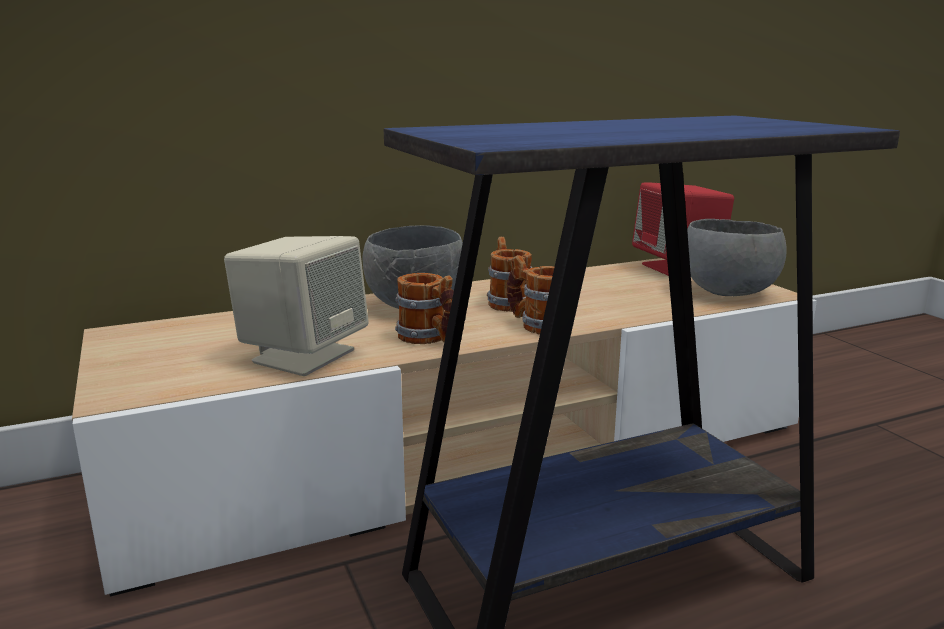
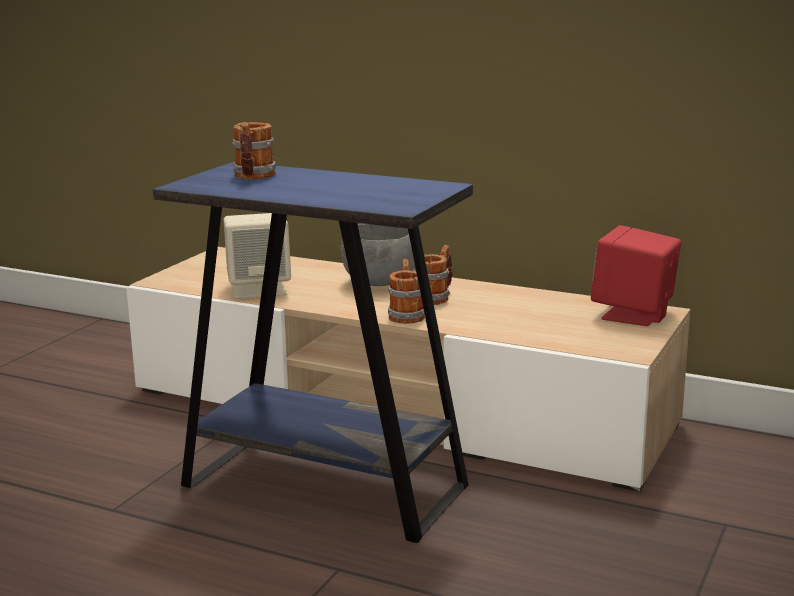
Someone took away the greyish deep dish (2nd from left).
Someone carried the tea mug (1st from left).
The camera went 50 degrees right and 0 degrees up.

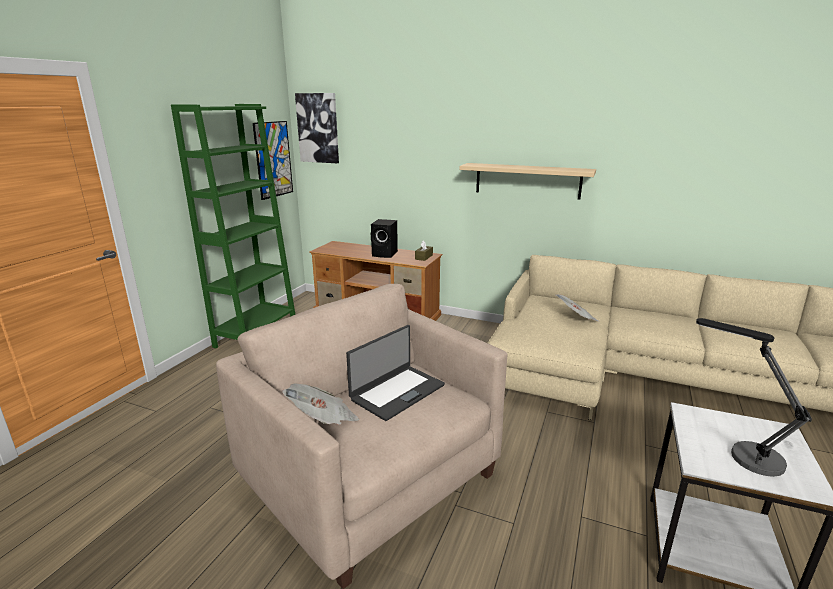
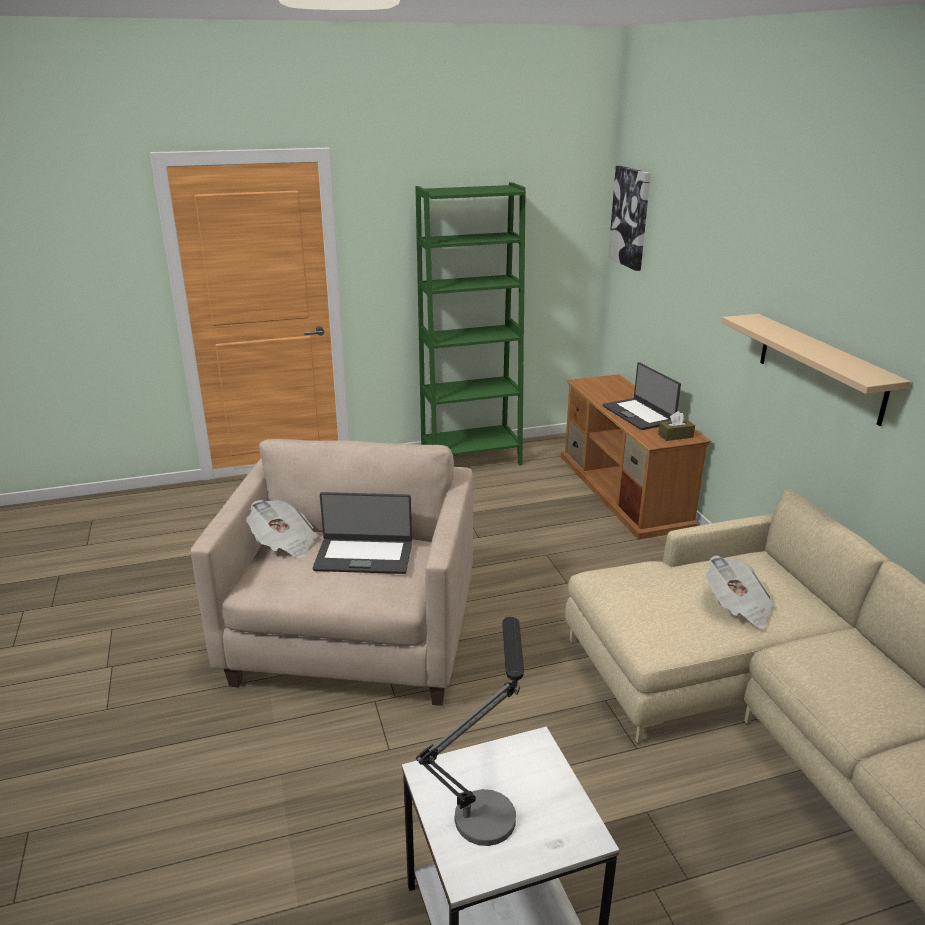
Someone took away the picture (1st from left).
Someone swapped the black-coloured speaker for the notebook computer (2nd from left).
The camera went 50 degrees right and 5 degrees up.

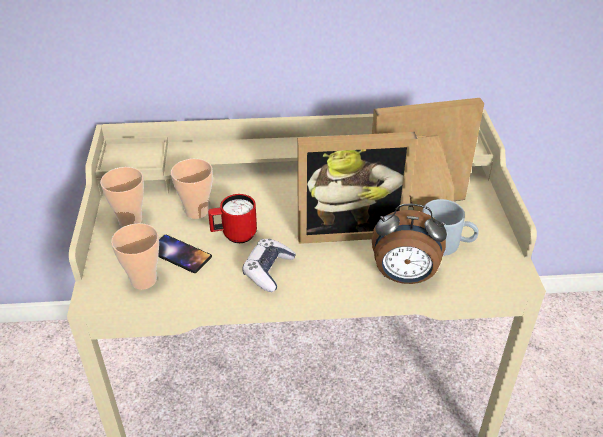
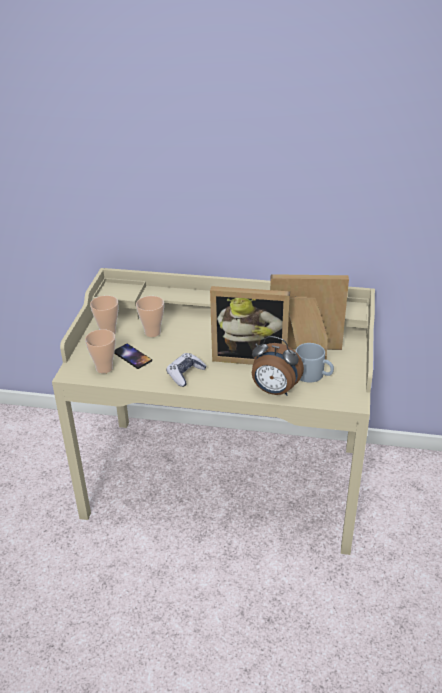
Someone took away the reddish tea mug.
The camera went 15 degrees right and 5 degrees down.

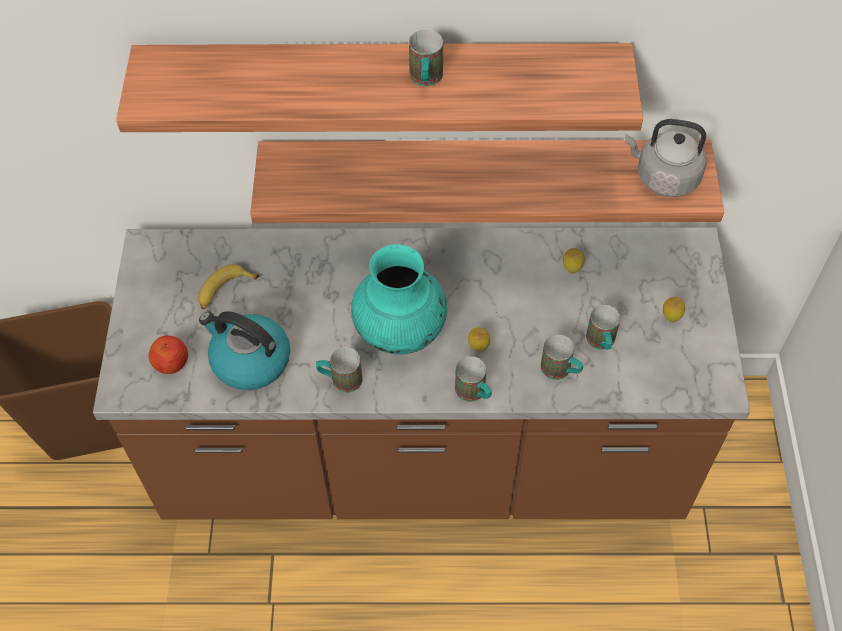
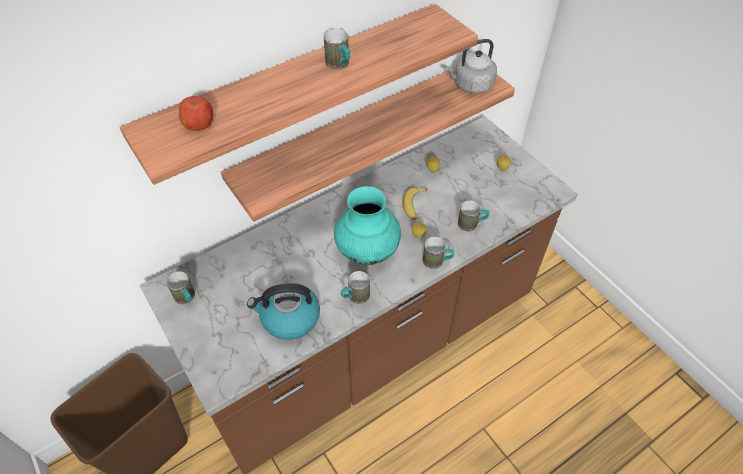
Someone carried the apple.
Someone carried the whole banana.
Someone carried the tea mug (5th from left in the first image).
The camera went 35 degrees left and 5 degrees down.

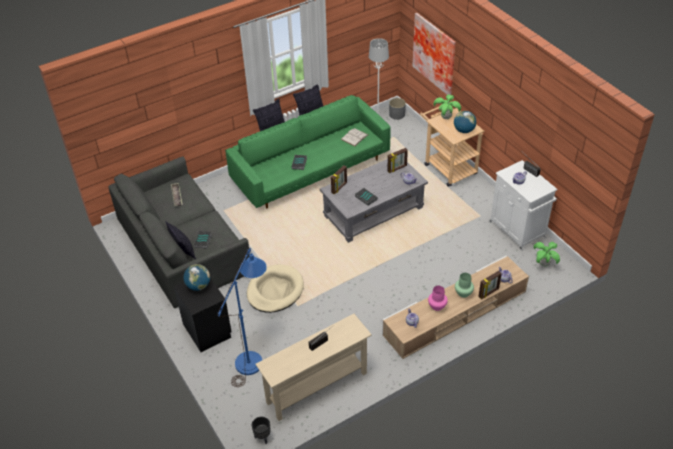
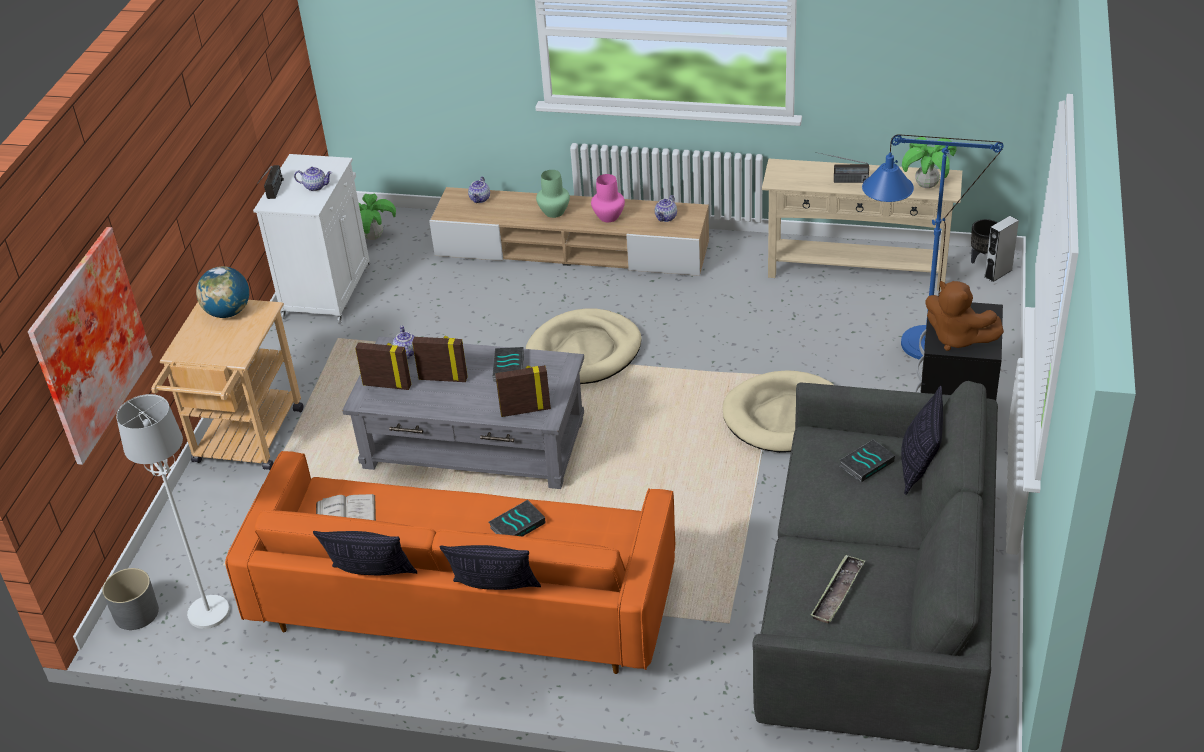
Someone put down the beige dog bed (1st from left).
Someone put down the greyish speaker.
Someone carried the houseplant (1st from left in the first image).
Someone carried the picture frame (3rd from left in the first image).
Someone swapped the desk globe (1st from left) for the brown plush toy.
Someone repainted the green settee, which became the orange settee.
The camera went 135 degrees left and 5 degrees down.

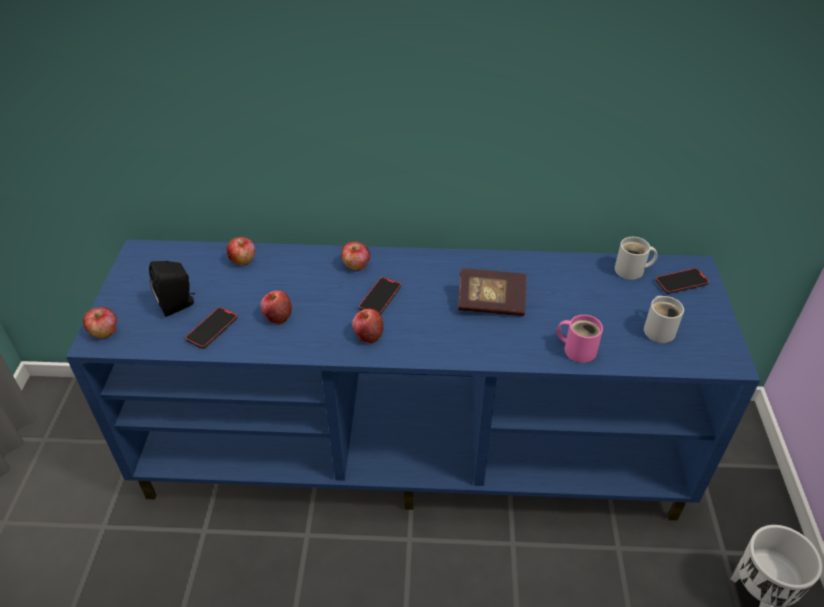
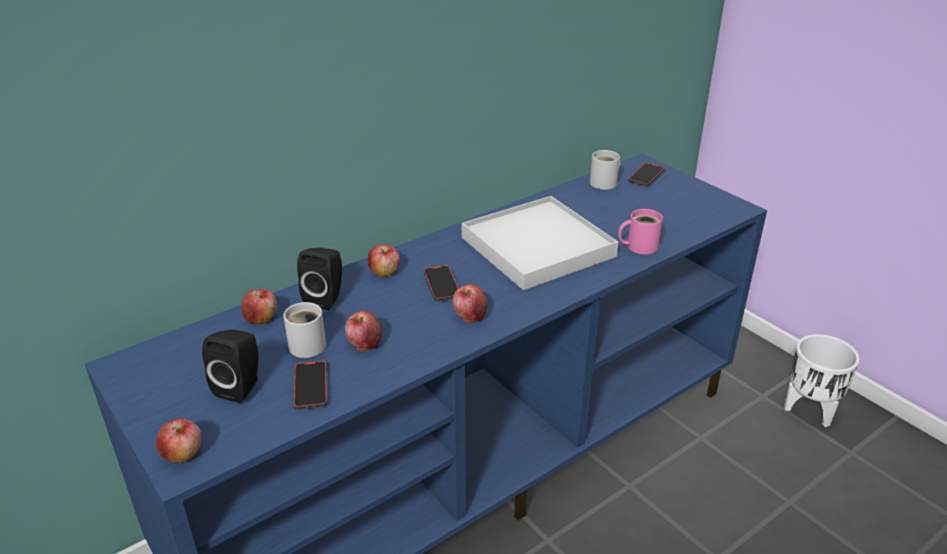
Someone put down the black-coloured speaker (2nd from left).
Someone carried the white tea mug (2nd from left in the first image).
Someone swapped the book for the white tray.
The camera went 40 degrees left and 10 degrees down.

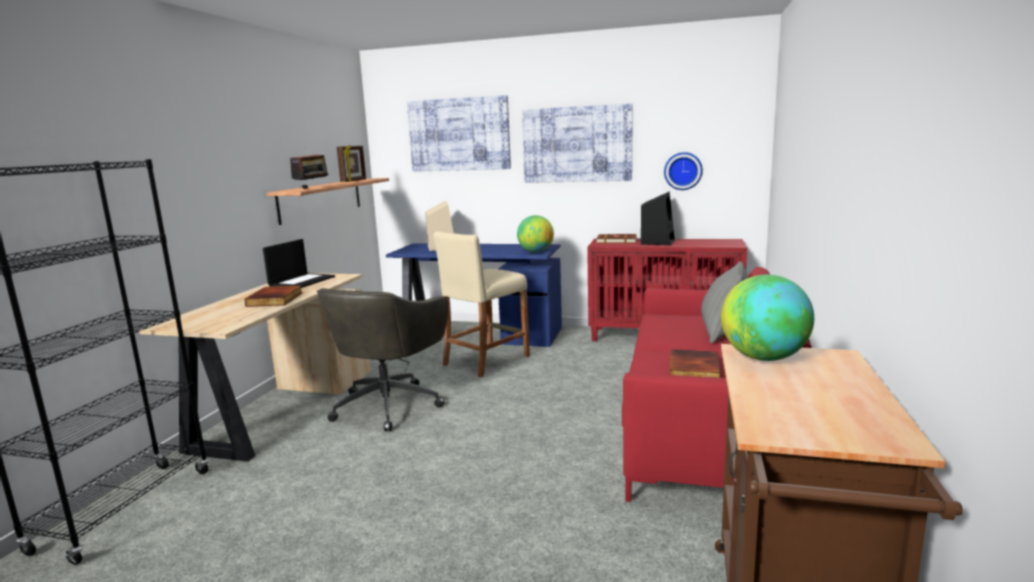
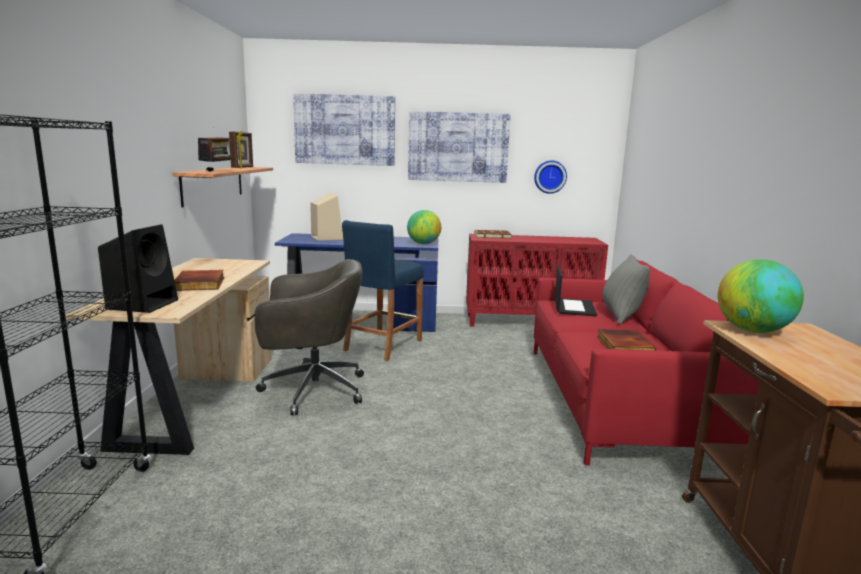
Someone carried the notebook computer.
Someone carried the black-coloured speaker.
Someone repainted the beige sitting stool, which became the bluish sitting stool.
Someone rotated the greyish office chair by 105 degrees counterclockwise.
The camera went 15 degrees left and 0 degrees up.

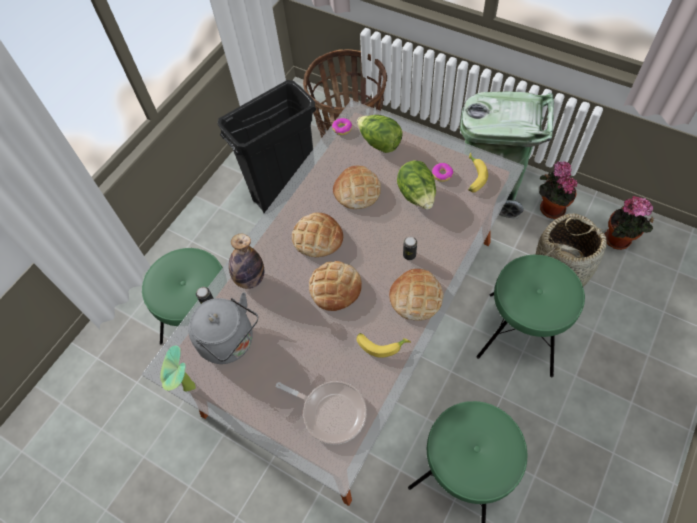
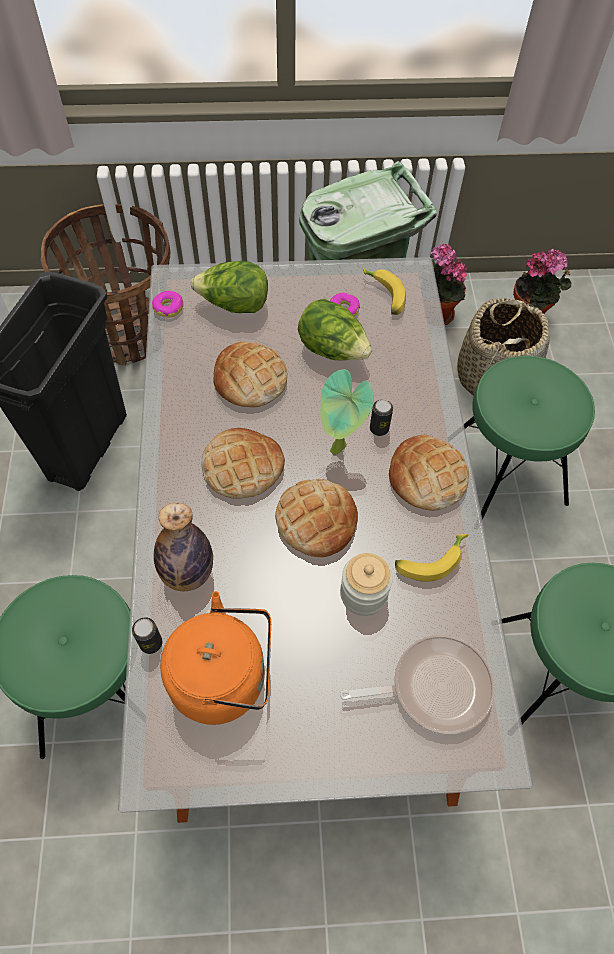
Someone put down the jar.
Someone carried the houseplant (1st from left).
Someone repainted the greyish tea kettle, which became the orange tea kettle.
The camera went 40 degrees left and 0 degrees up.

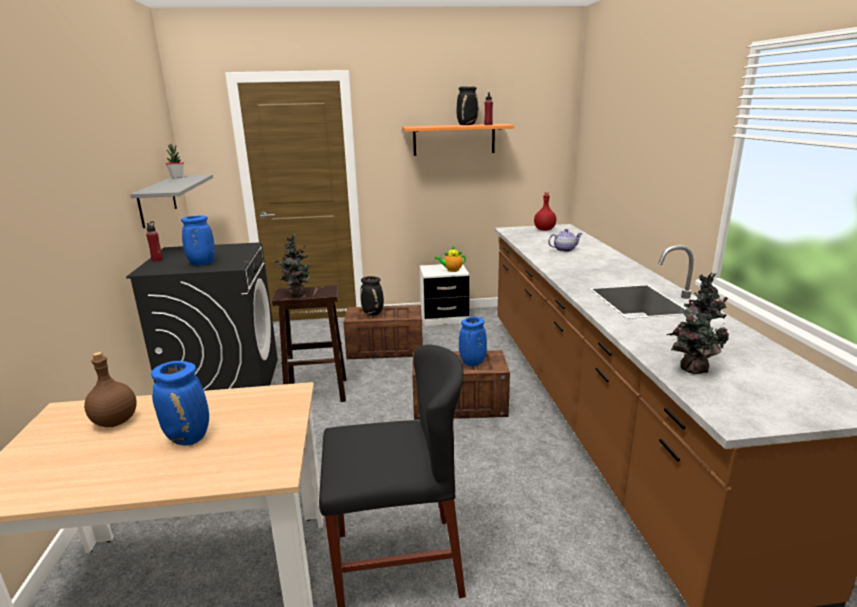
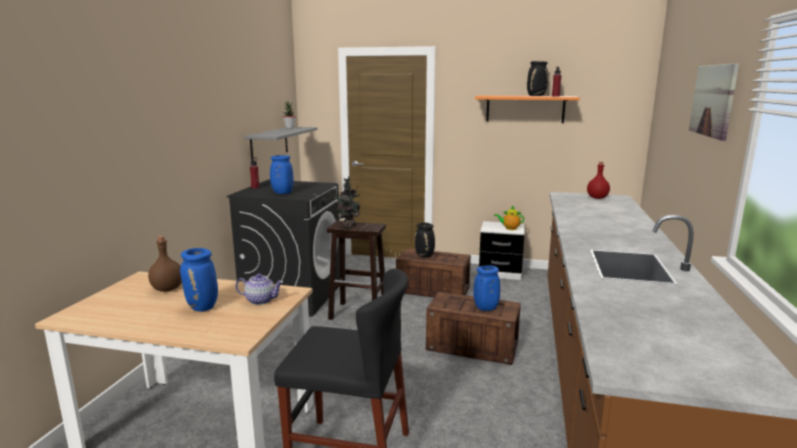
Someone took away the houseplant (3rd from left).
Someone put up the picture.
Someone carried the teapot (2nd from left in the first image).
The camera went 20 degrees right and 5 degrees down.

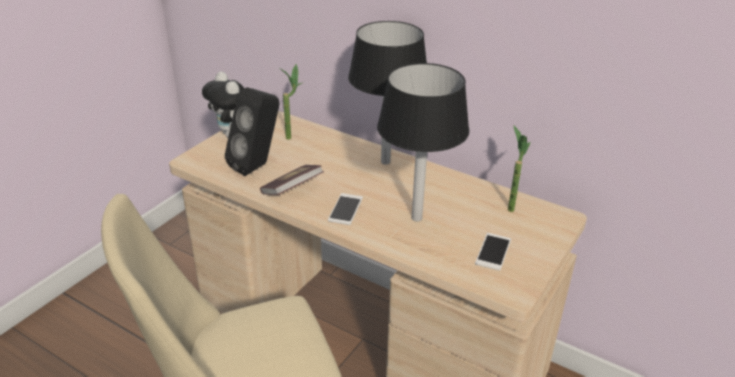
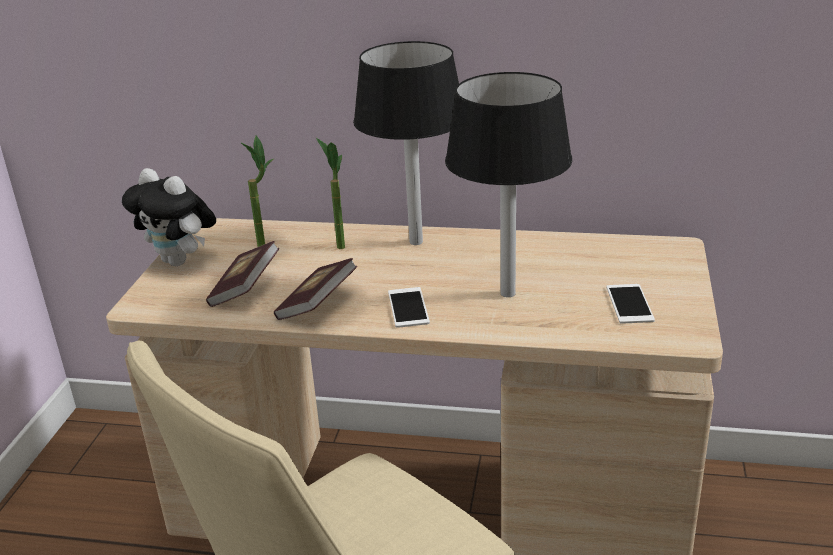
Someone carried the houseplant (2nd from left).
Someone swapped the black-coloured speaker for the book (1st from left).
The camera went 20 degrees left and 5 degrees down.

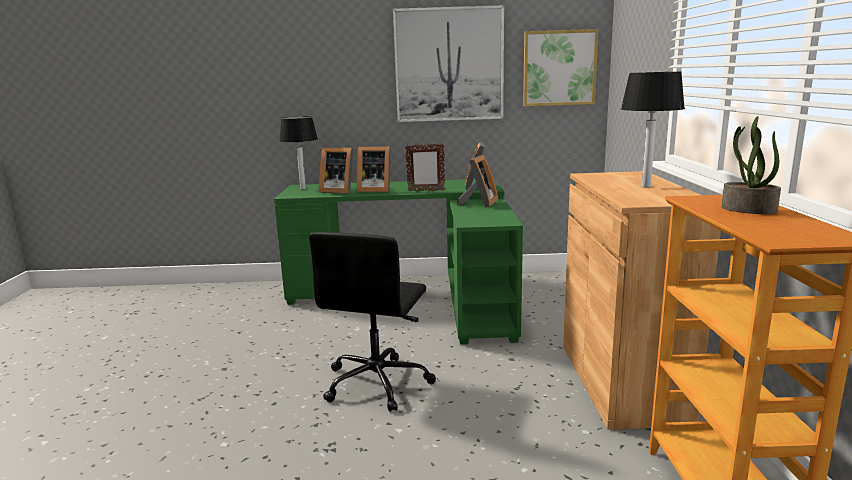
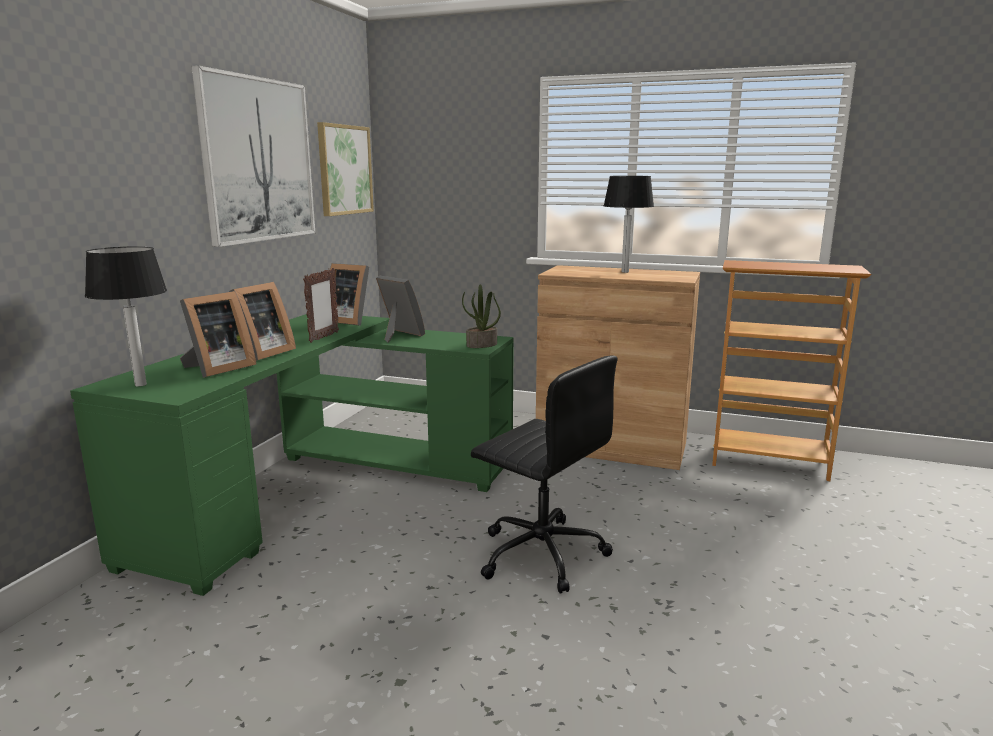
Someone carried the houseplant.
The camera went 70 degrees left and 0 degrees up.

